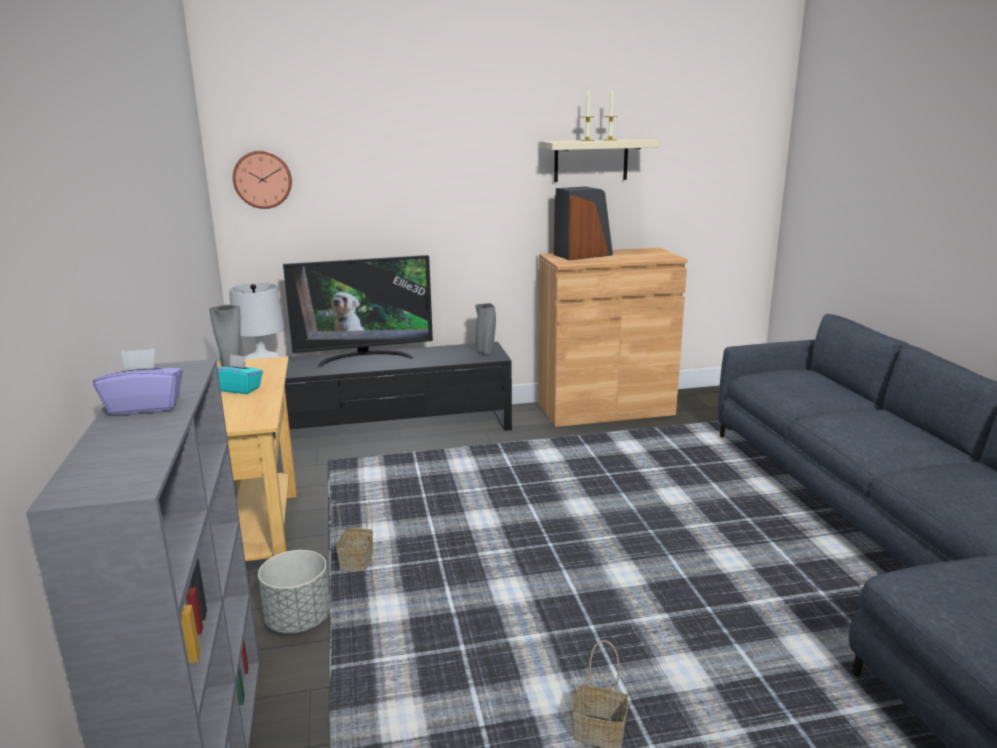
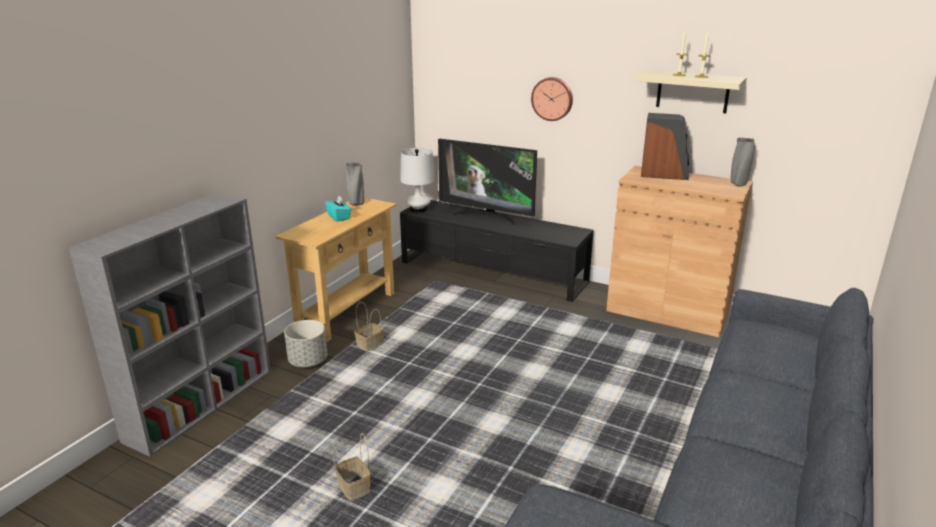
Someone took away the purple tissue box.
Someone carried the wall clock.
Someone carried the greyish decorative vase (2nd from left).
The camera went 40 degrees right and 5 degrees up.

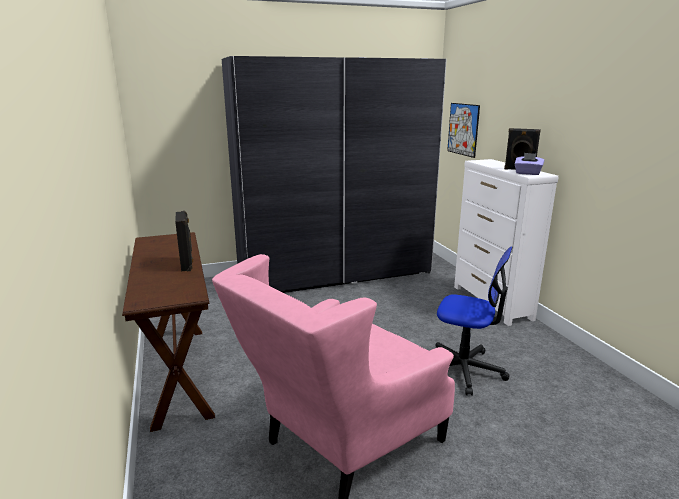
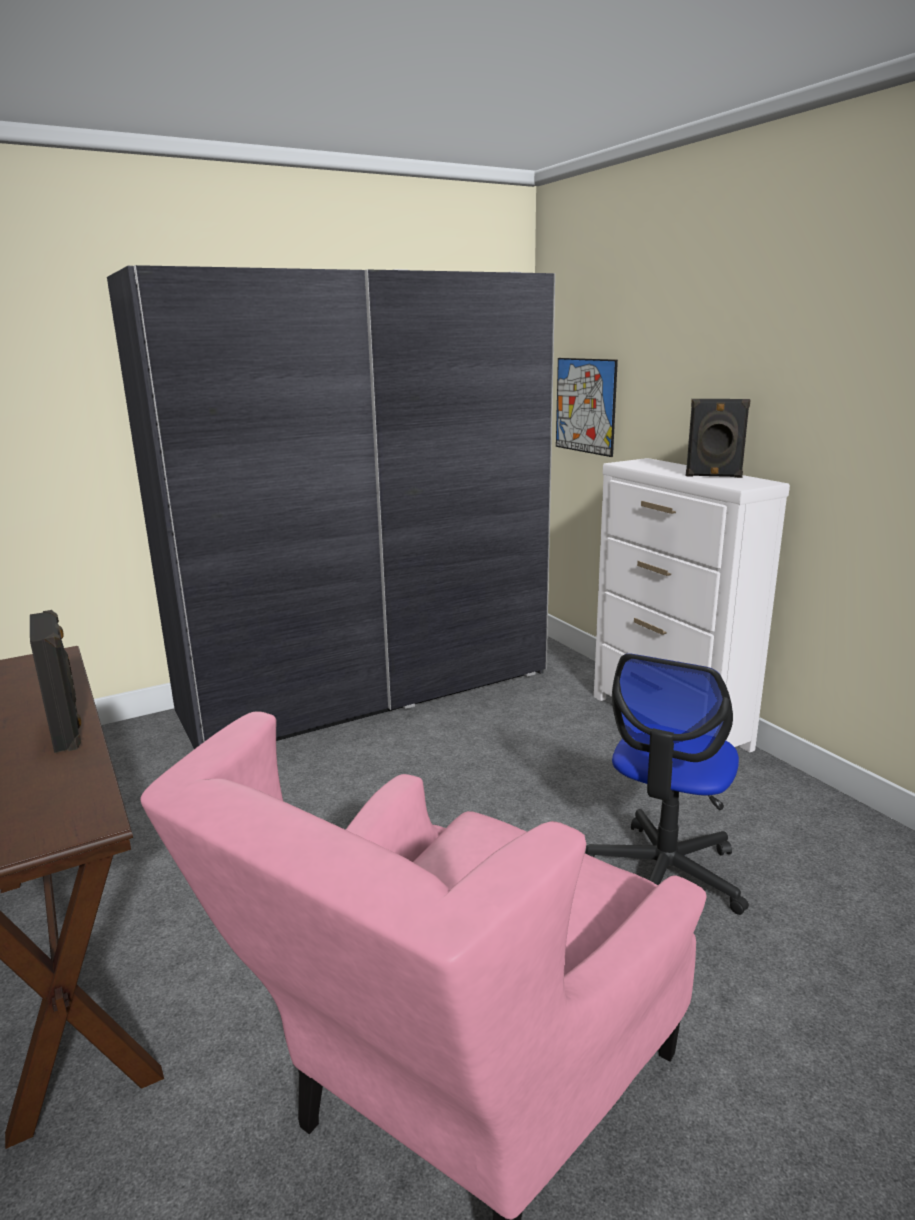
Someone took away the purple tissue box.
Someone rotated the office chair by 105 degrees clockwise.
The camera went 10 degrees left and 0 degrees up.

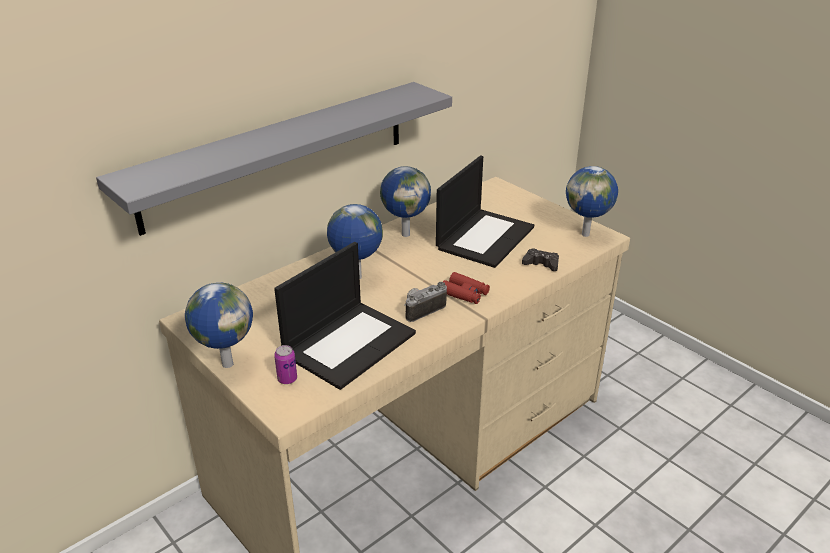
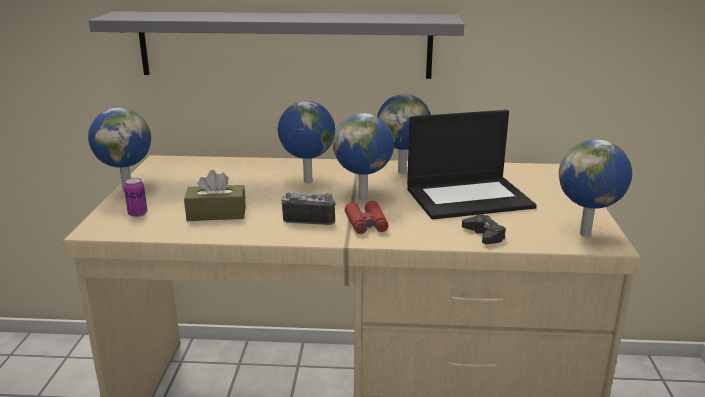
Someone put down the desk globe (3rd from left).
Someone swapped the notebook computer (1st from left) for the brown tissue box.
The camera went 45 degrees right and 10 degrees down.

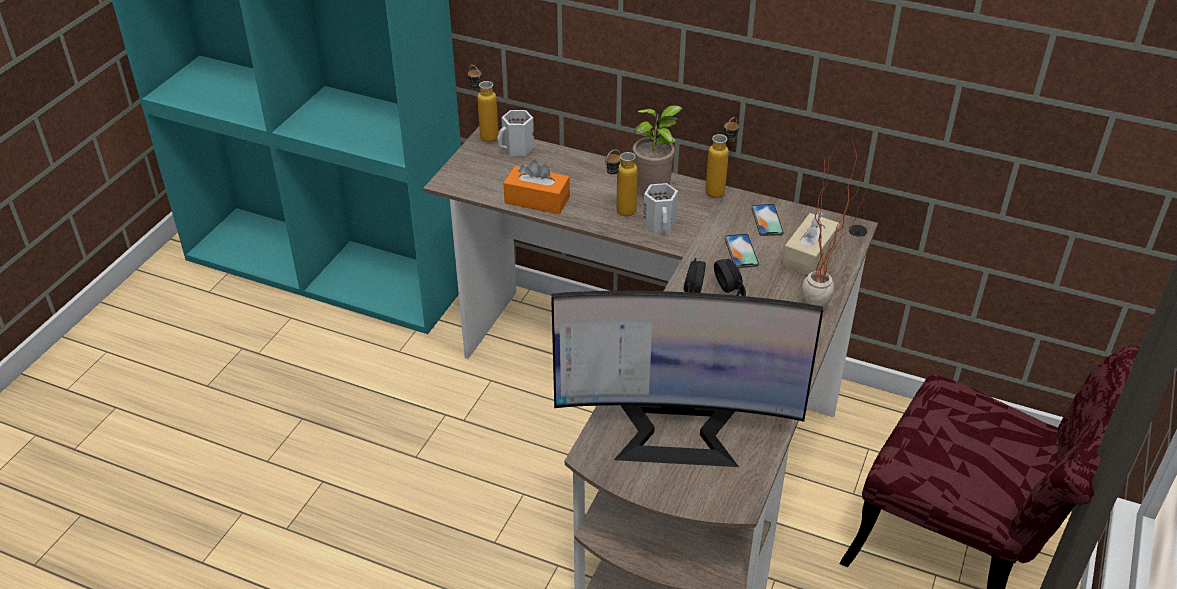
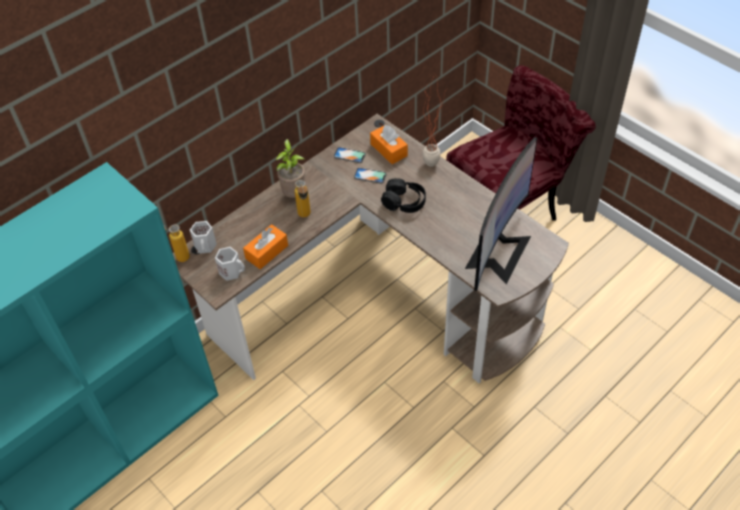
Someone took away the beverage bottle (3rd from left).
Someone carried the white tea mug (2nd from left).
Someone repainted the beige tissue box, which became the orange tissue box (2nd from left).
The camera went 65 degrees left and 10 degrees up.

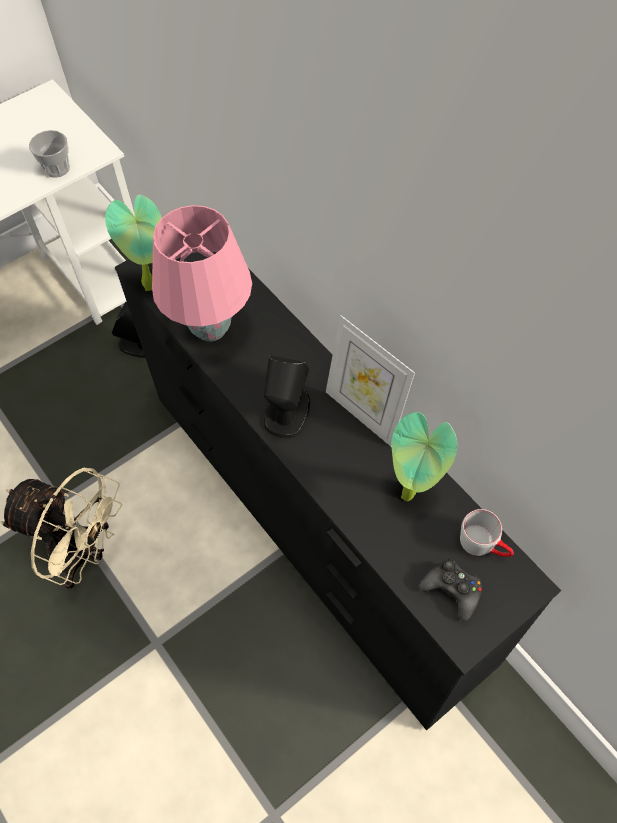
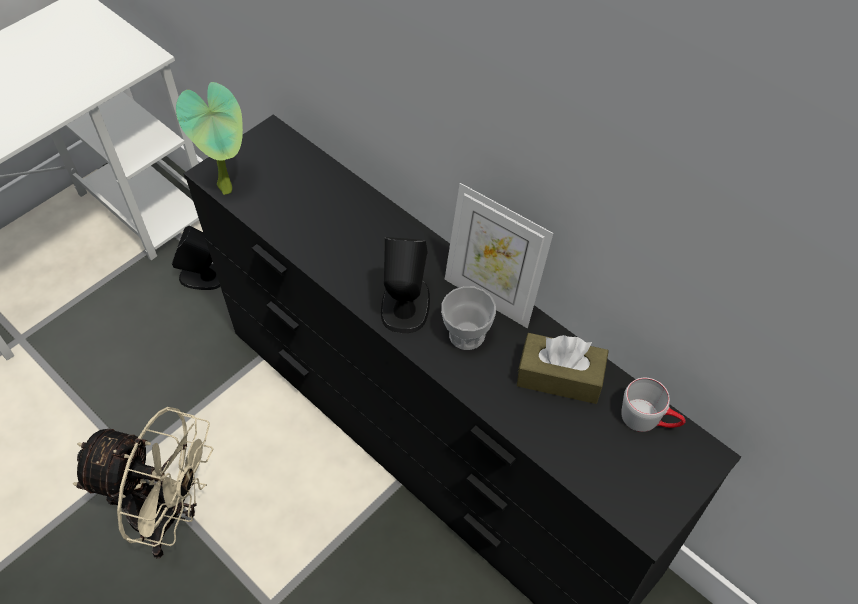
Someone took away the pinkish tabletop lamp.
Someone took away the black-coloured joypad.
Someone carried the drinking cup.
Someone swapped the houseplant (2nd from left) for the brown tissue box.
The camera went 10 degrees left and 5 degrees down.

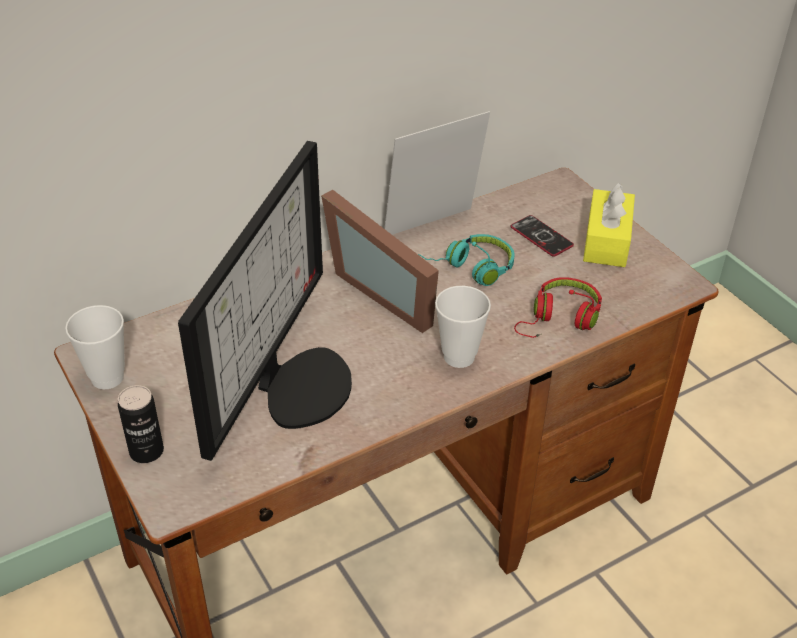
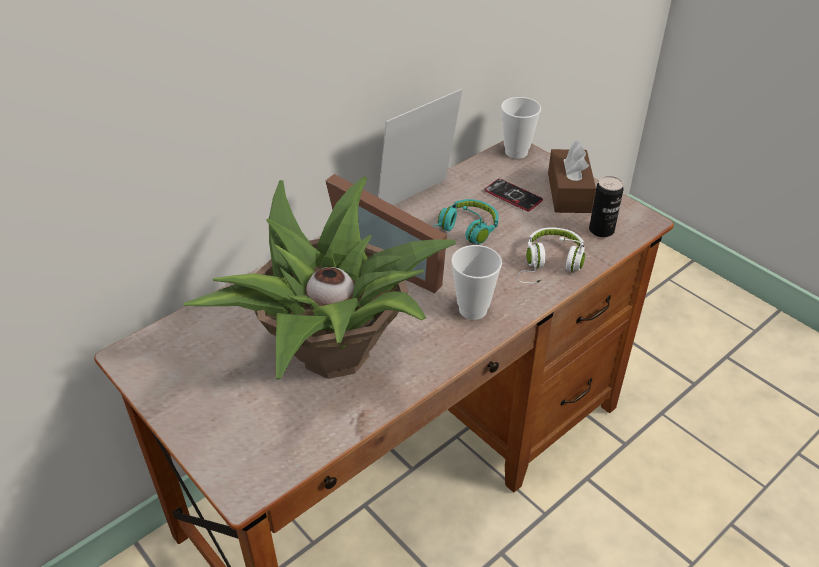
Someone carried the drinking cup (1st from left in the first image).
Someone carried the metal can.
Someone swapped the computer display for the houseplant.
Someone repainted the reddish headphones, which became the white headphones.
Someone repainted the yellow-coloured tissue box, which became the brown tissue box.
The camera went 10 degrees left and 0 degrees up.

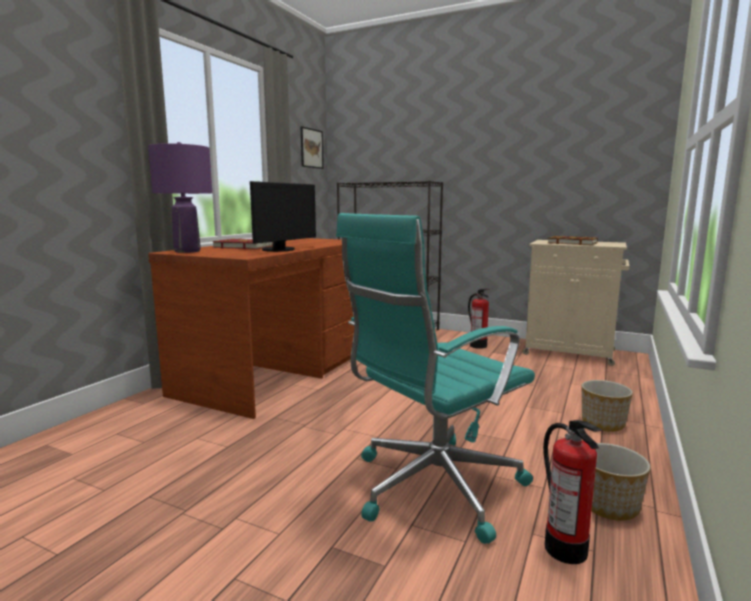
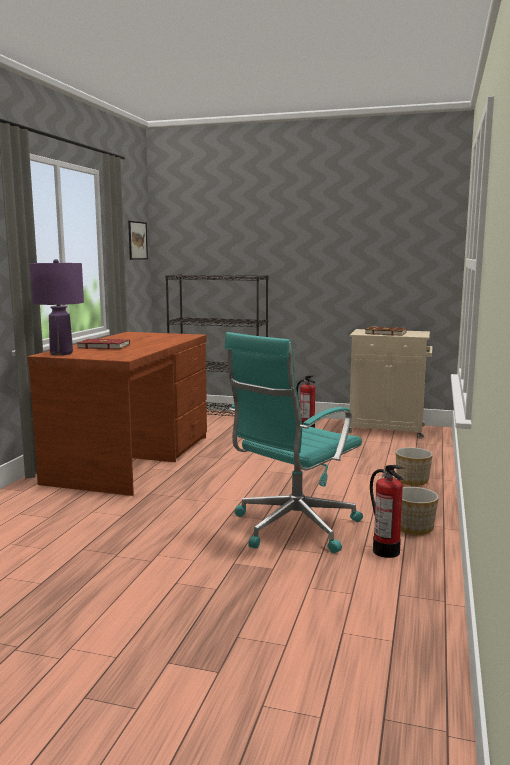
Someone took away the computer display.
The camera went 10 degrees left and 0 degrees up.

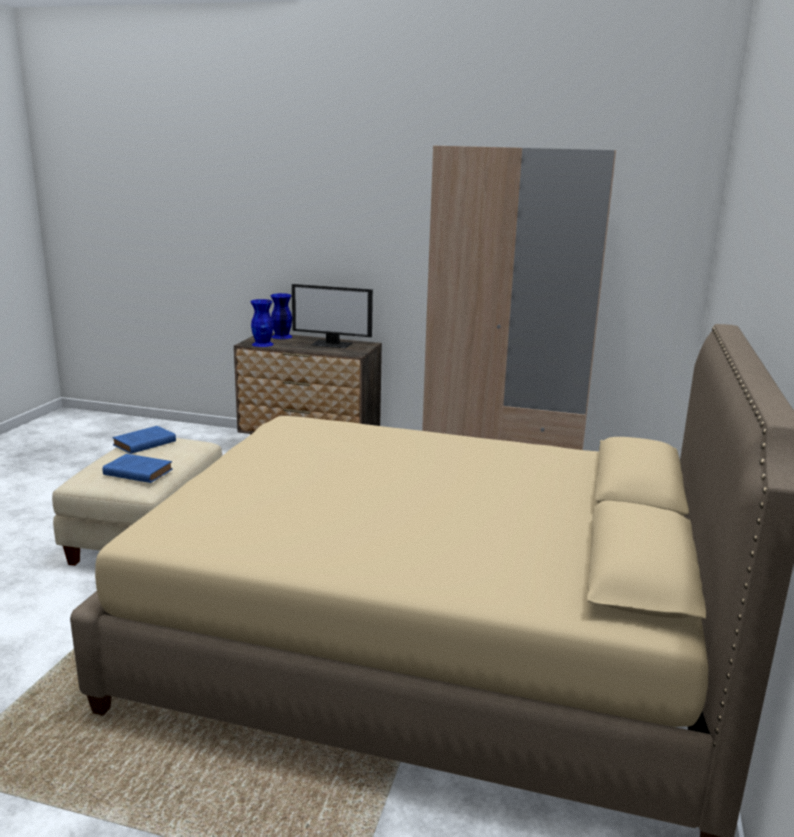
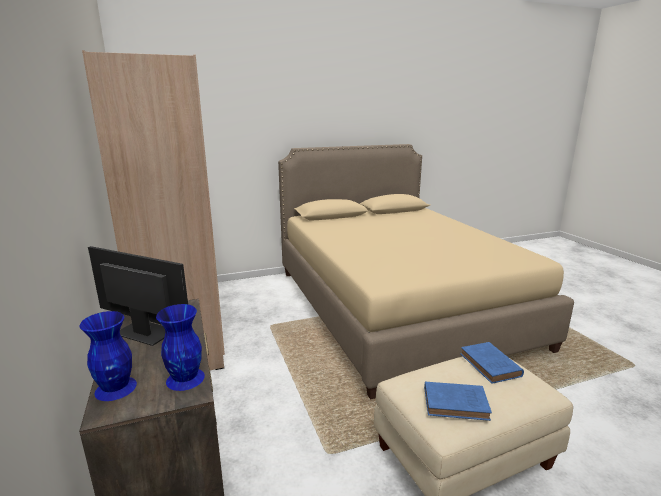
Someone rotated the computer display by 45 degrees counterclockwise.
The camera went 125 degrees left and 0 degrees up.

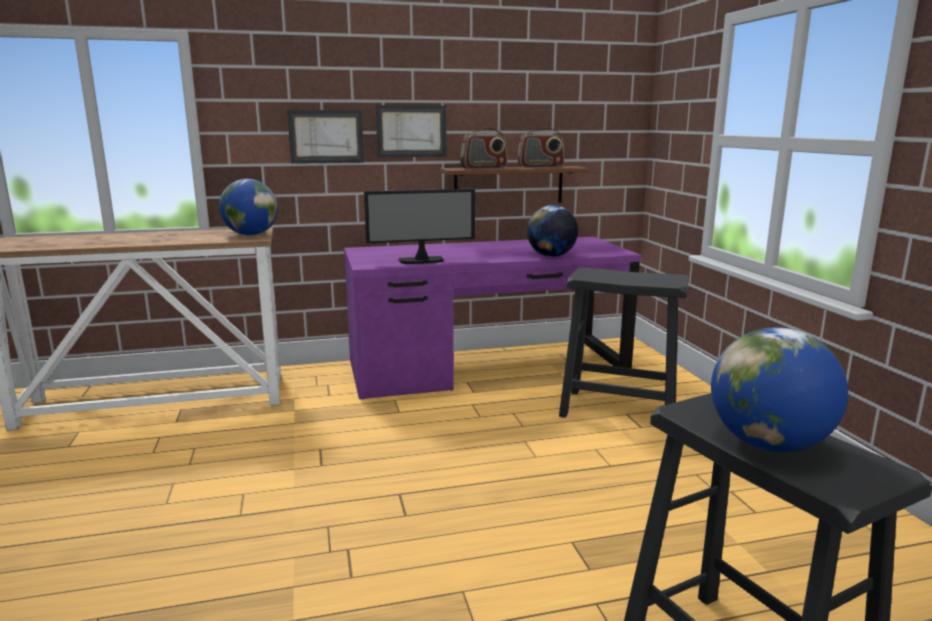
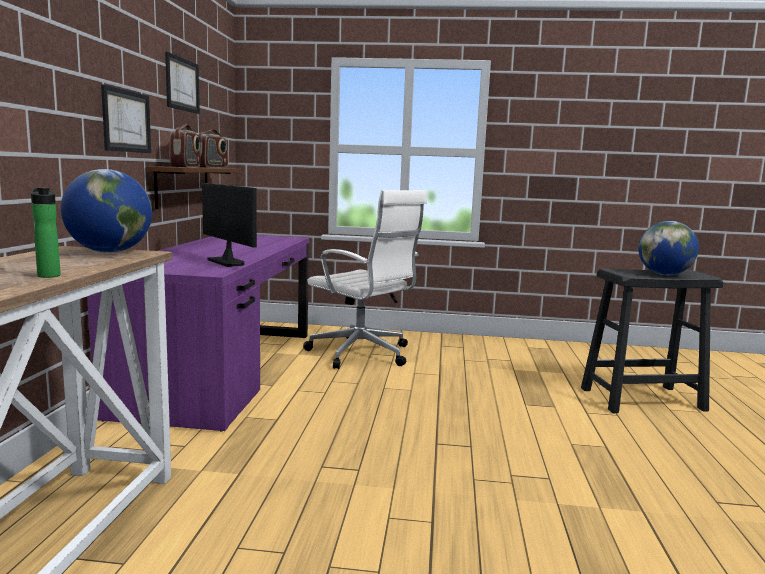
Someone took away the desk globe (2nd from left).
Someone put down the beverage bottle.
Someone carried the picture (1st from left in the first image).
Someone swapped the black-coloured sitting stool (1st from left) for the white office chair.
Someone rotated the computer display by 45 degrees counterclockwise.
The camera went 70 degrees left and 5 degrees down.

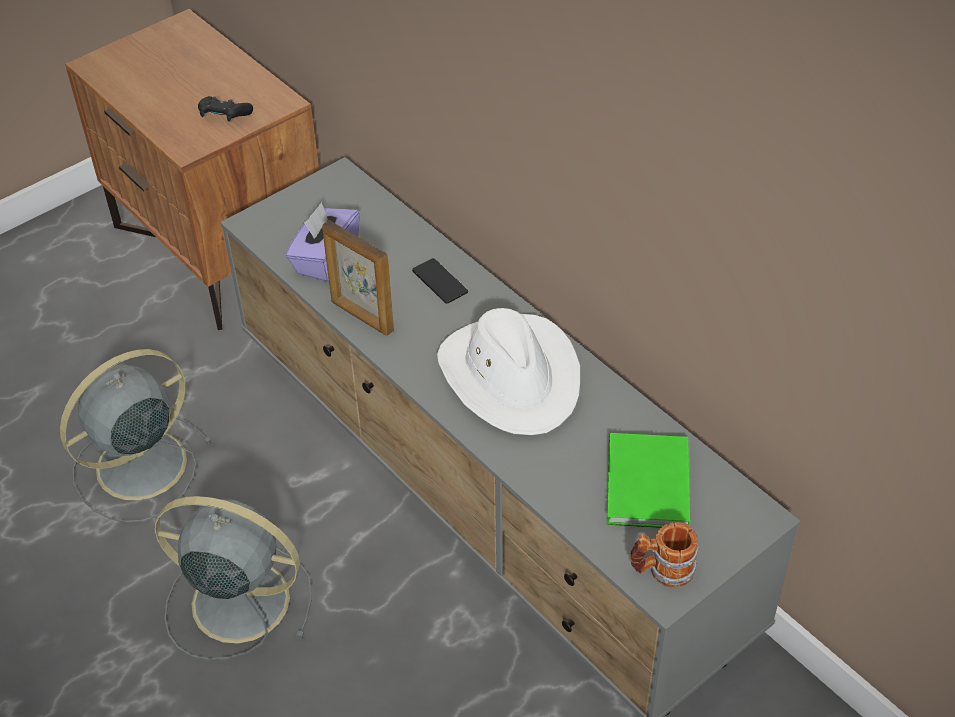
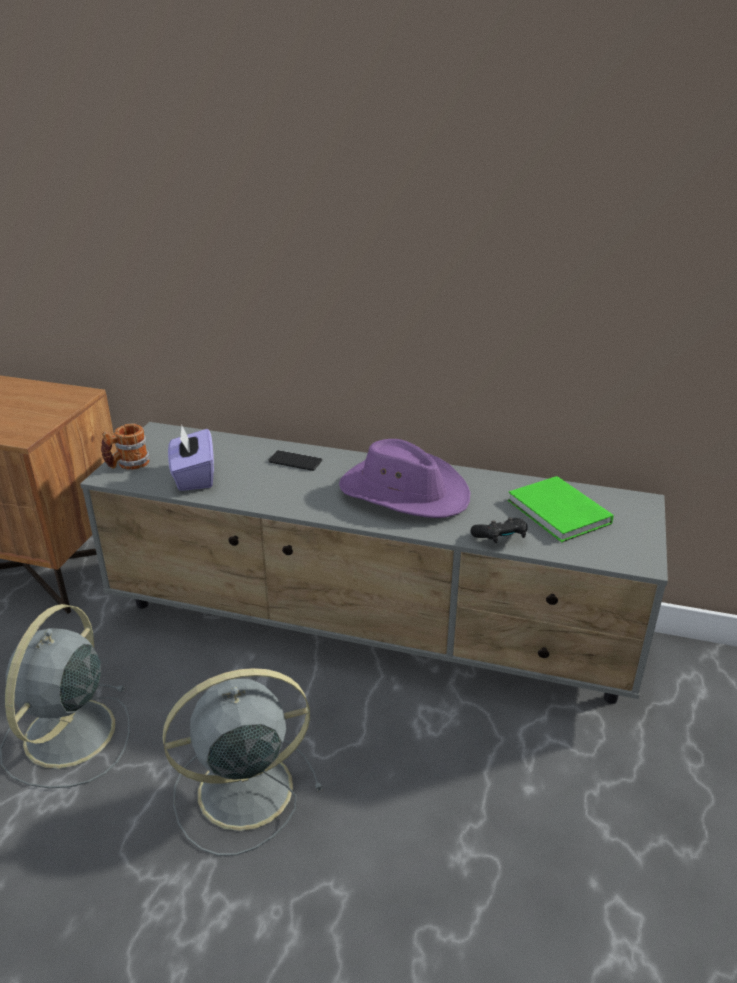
Someone took away the picture frame.
Someone carried the black-coloured joypad.
Someone carried the tea mug.
Someone repainted the white wearable hat, which became the purple wearable hat.
The camera went 35 degrees left and 15 degrees down.

